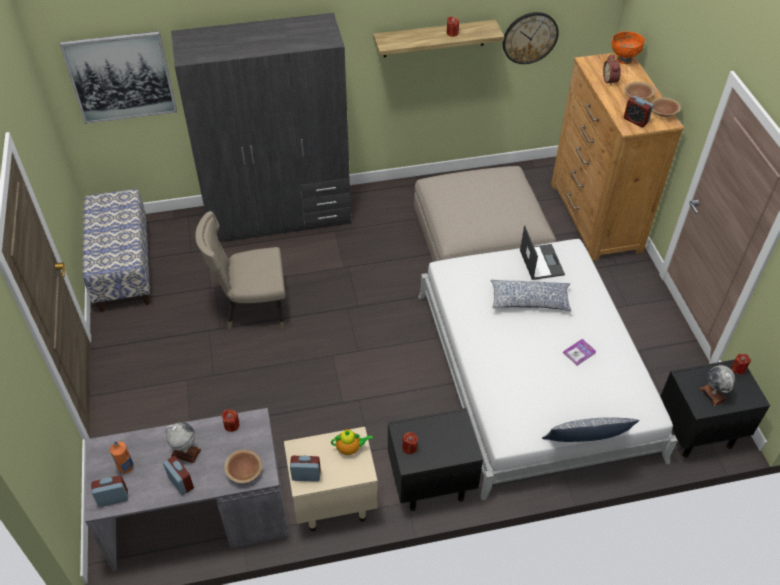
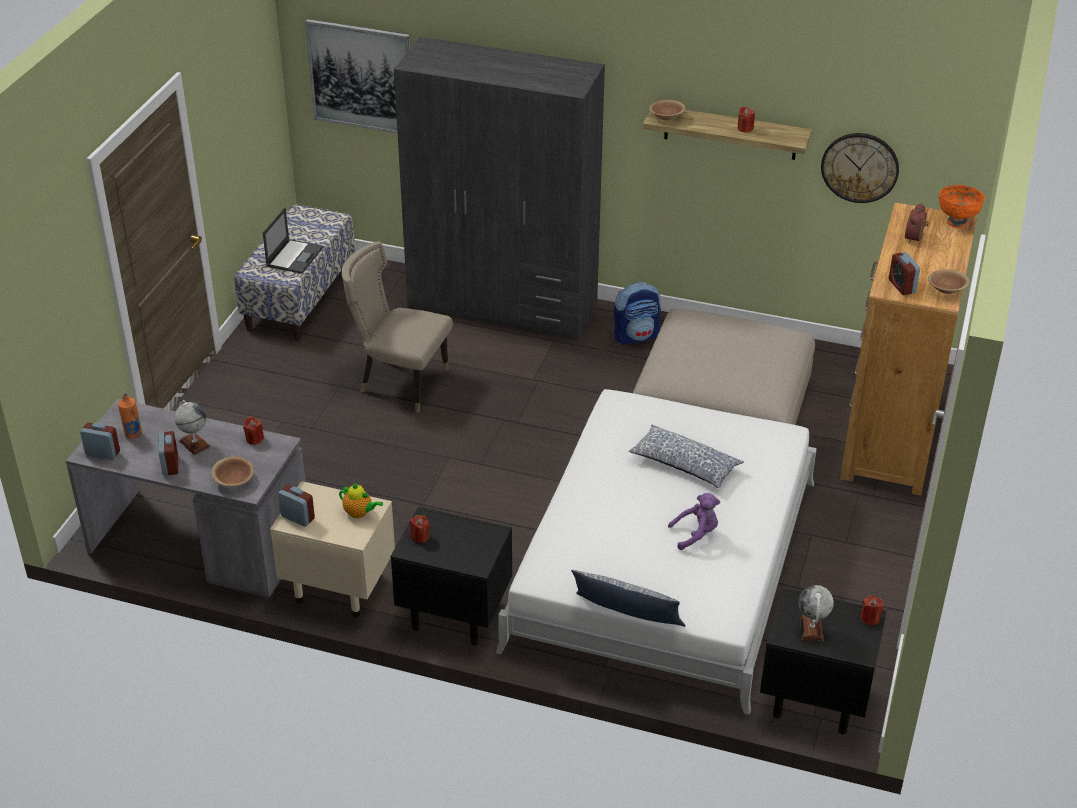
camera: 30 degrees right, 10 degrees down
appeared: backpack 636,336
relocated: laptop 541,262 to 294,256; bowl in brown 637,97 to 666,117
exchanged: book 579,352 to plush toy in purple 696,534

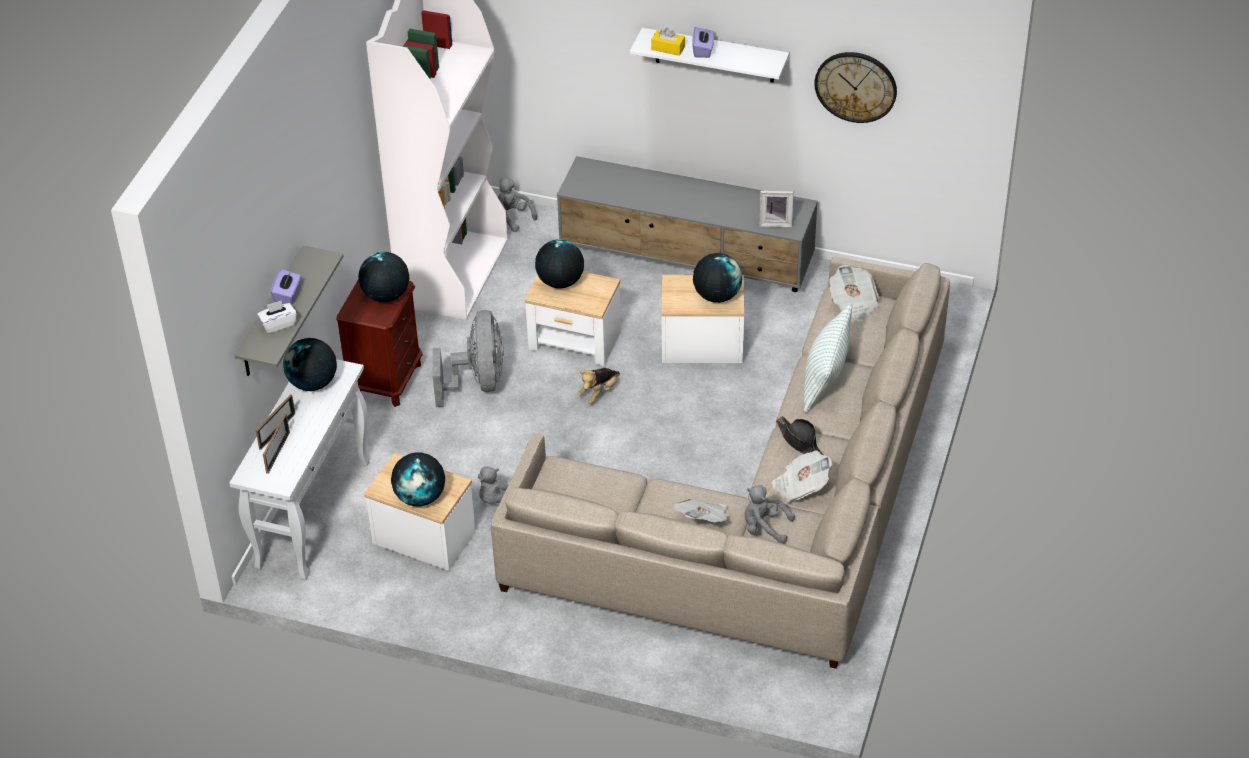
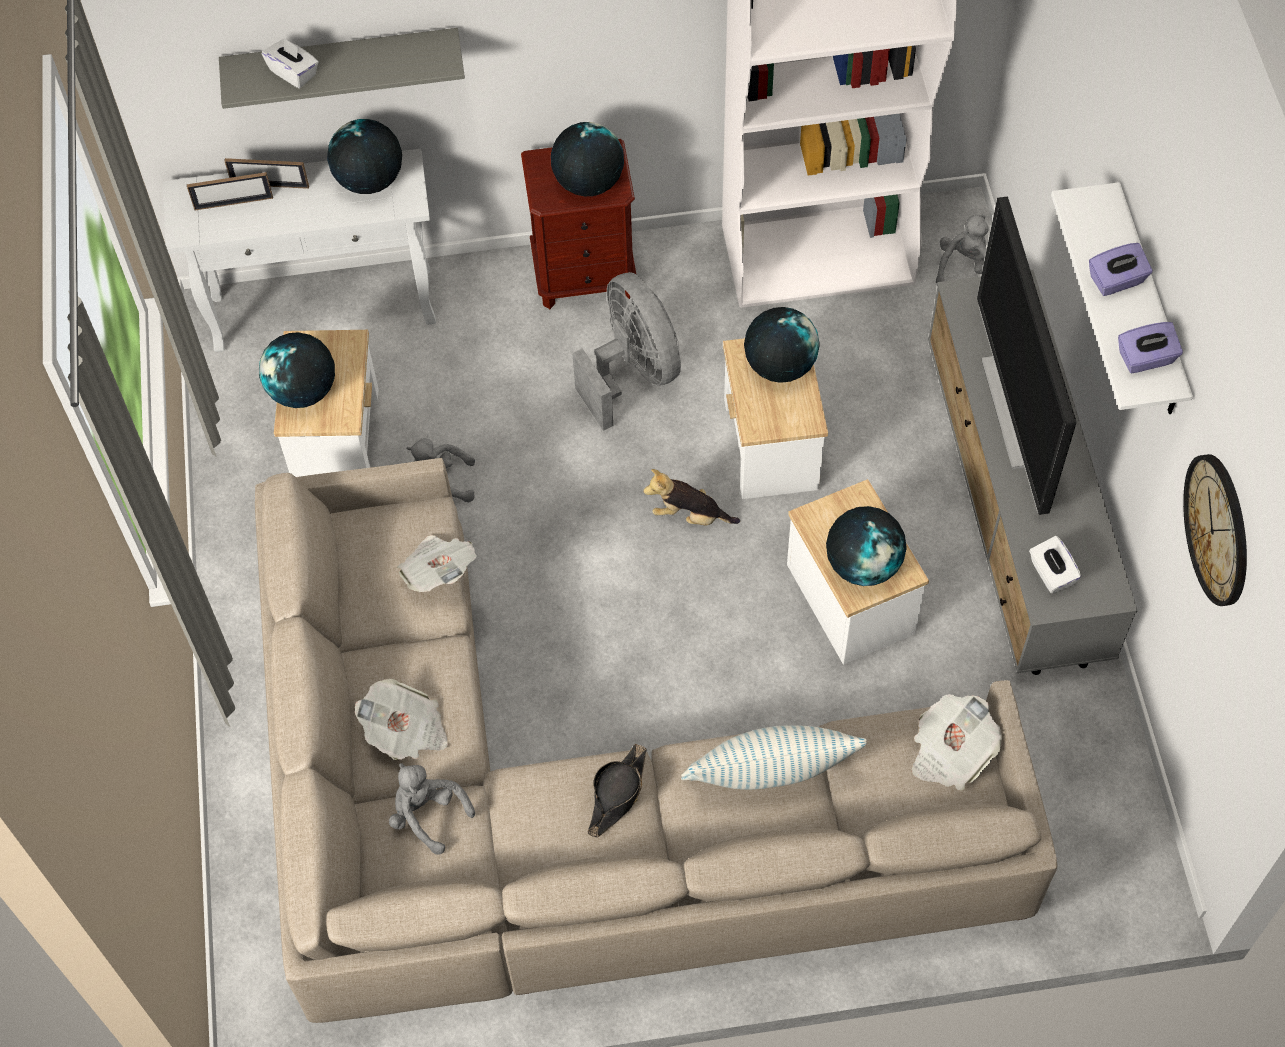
camera: 65 degrees right, 15 degrees up
missing: tissue box in yellow 668,48
appeared: television 1017,410
relocated: tissue box in purple 288,295 to 1146,359; newspaper 800,486 to 438,572
exchanged: picture frame 775,222 to tissue box in white 1051,574
spun: fan in grey 478,383 = 632,373 90 degrees counterclockwise; plush toy in grey 764,527 = 427,815 45 degrees counterclockwise

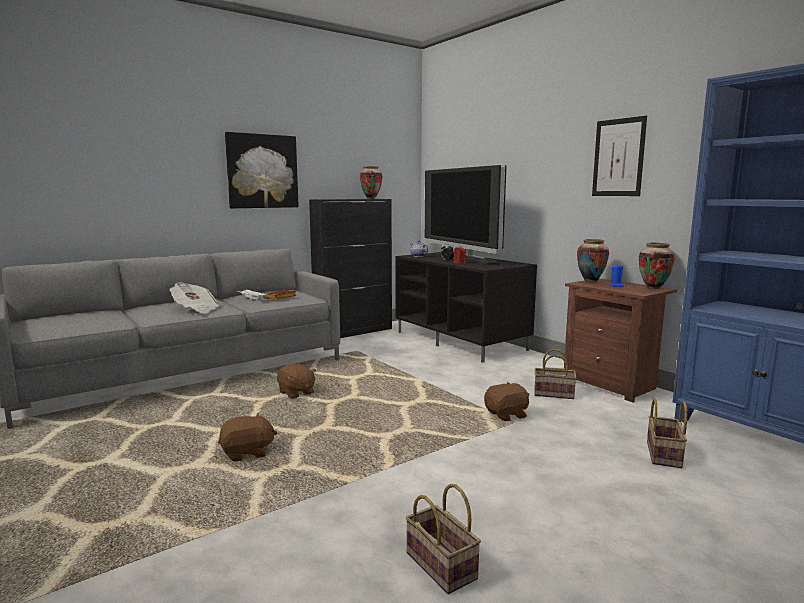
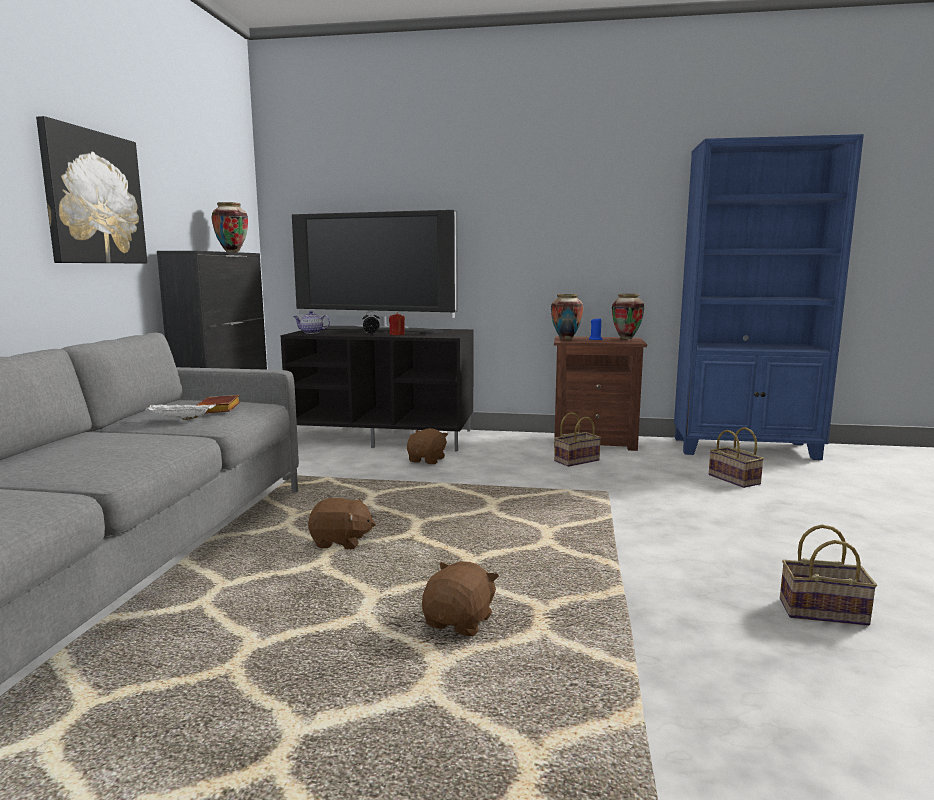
camera: 45 degrees left, 0 degrees up
missing: newspaper 195,310; picture 618,157
relocated: plush toy in brown 507,415 to 427,460

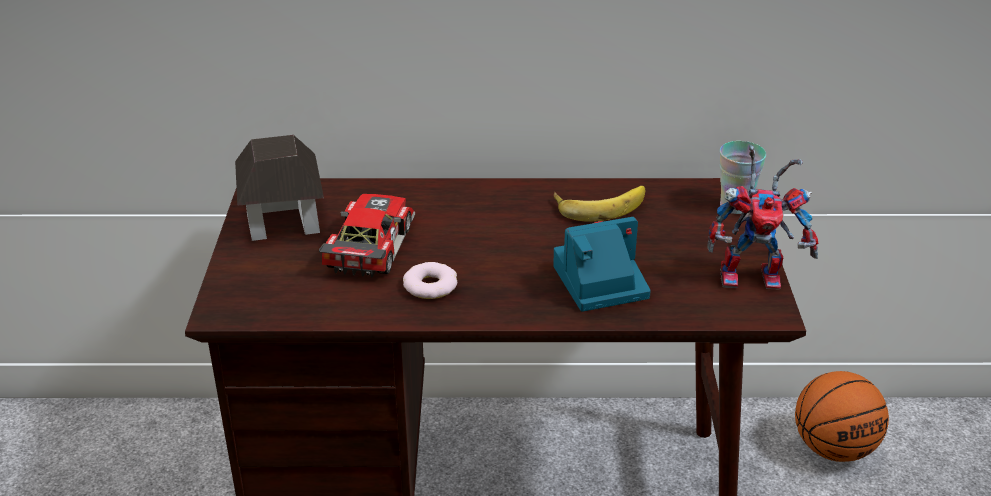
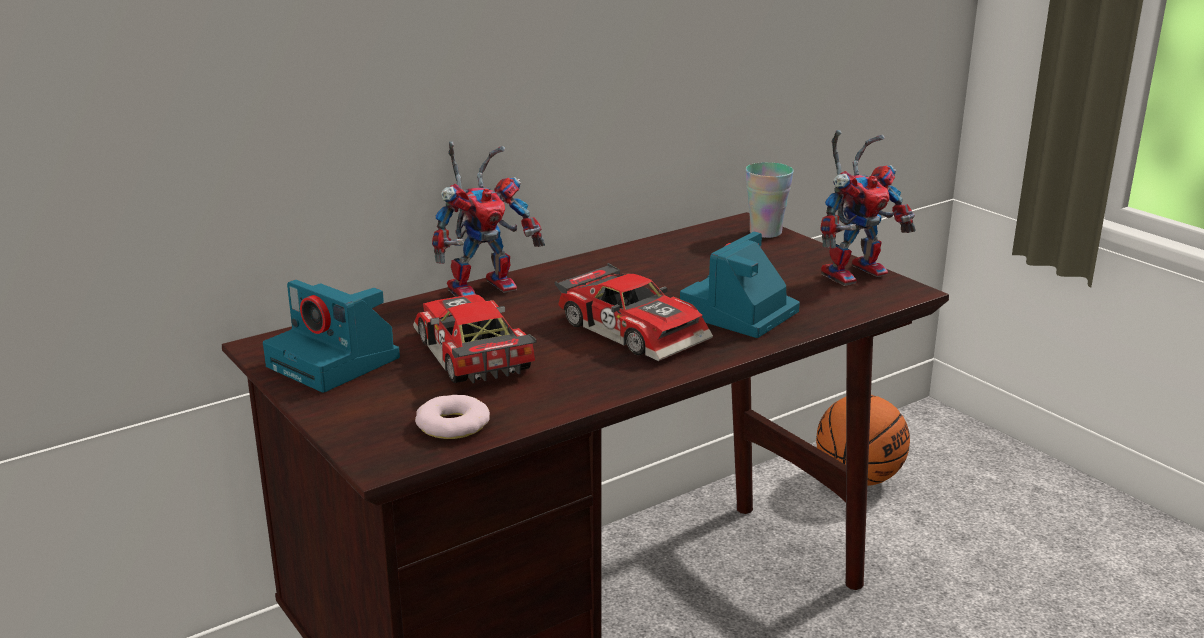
camera: 35 degrees left, 10 degrees down
missing: banana 599,204
appeared: toy robot 485,286; toy car 635,329
relocated: donut 430,286 to 452,424
exchanged: toy house 283,220 to photo camera 336,362

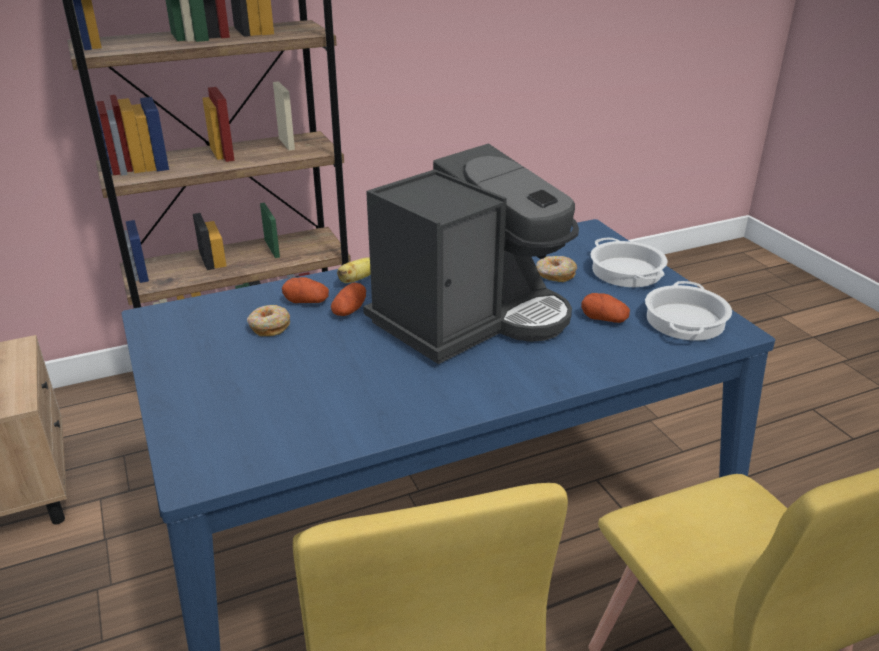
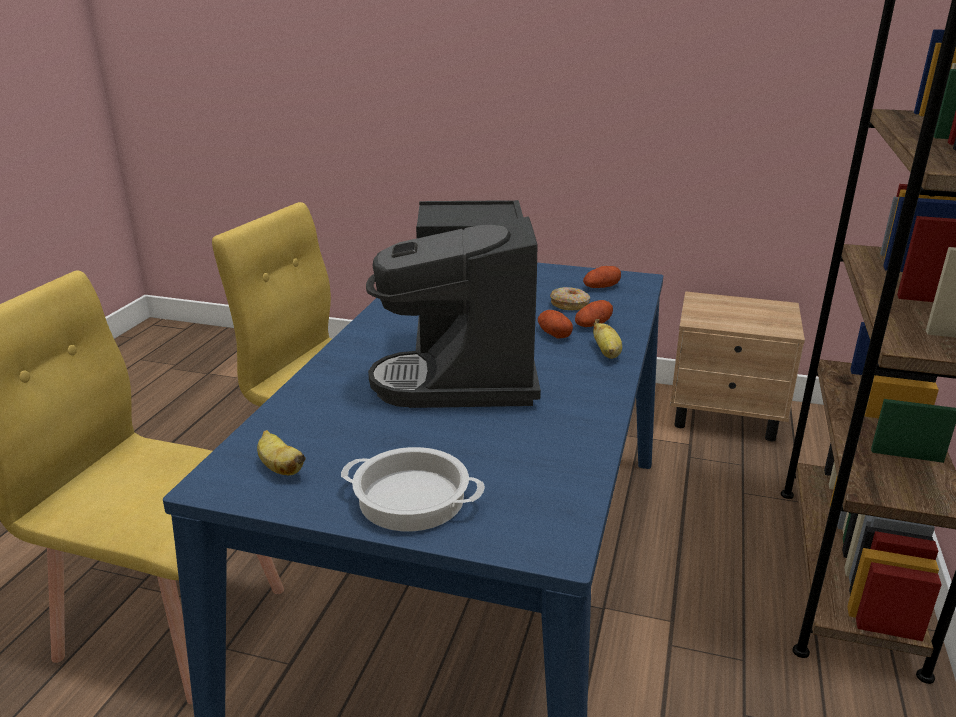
camera: 130 degrees right, 5 degrees down
missing: donut 555,275
relocated: potato 604,319 to 601,287
exchanged: cooking pot 684,320 to banana 280,468

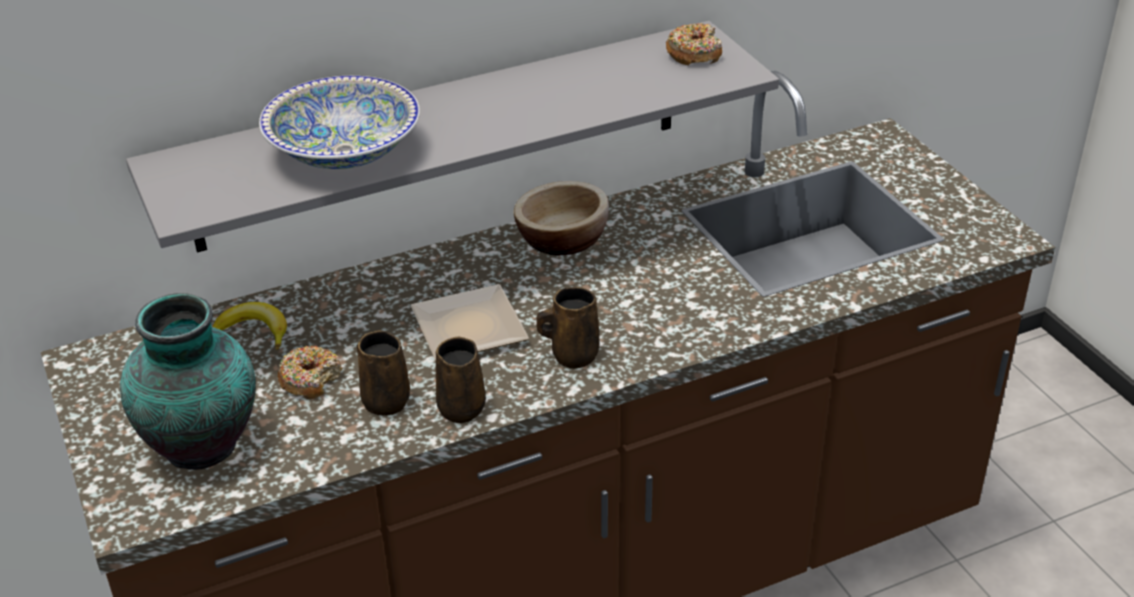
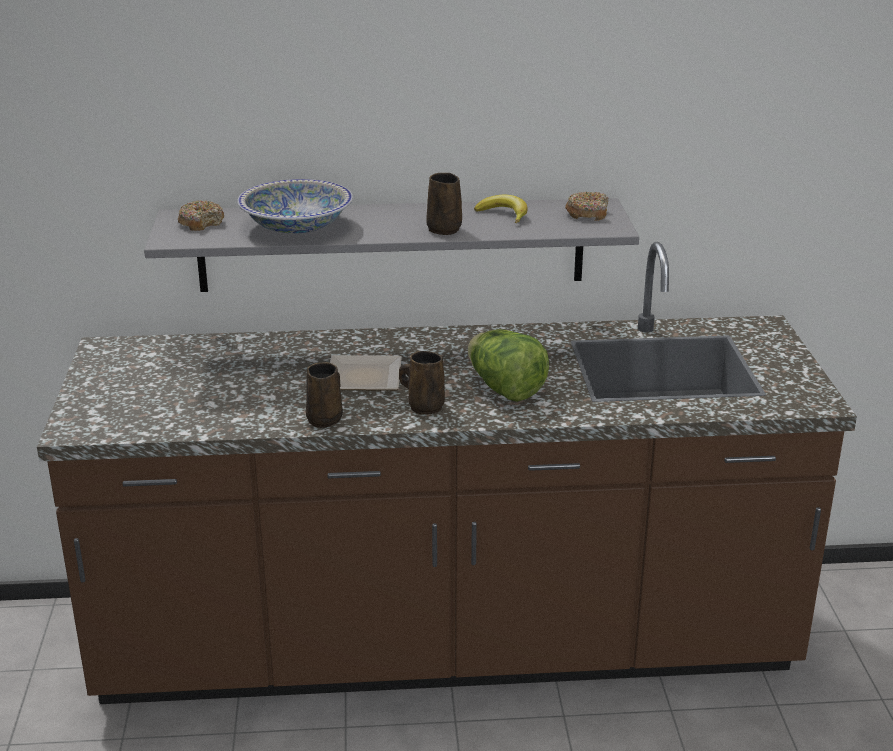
camera: 20 degrees right, 10 degrees down
missing: vase 205,445; bowl 562,240
appeared: lettuce 504,389
relocated: banana 255,331 to 504,214; donut 310,379 to 201,223; mug in brown 384,400 to 443,228

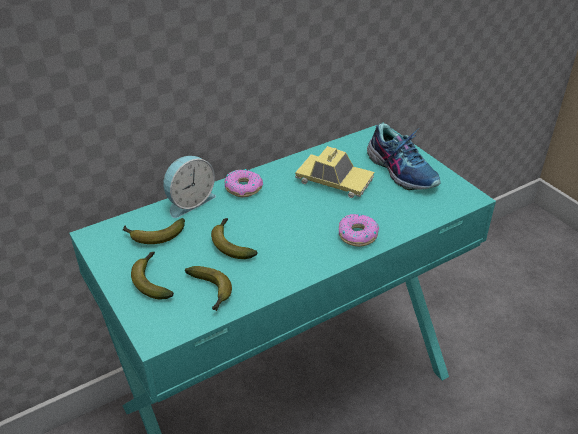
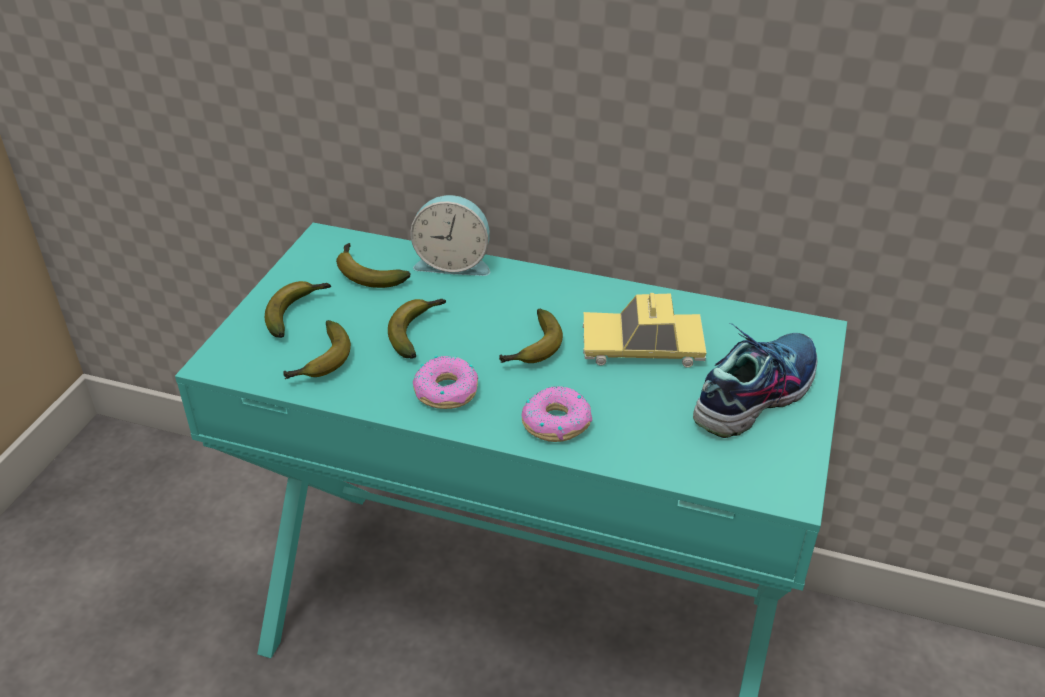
camera: 50 degrees right, 0 degrees up
appeared: banana 533,349
relocated: donut 243,188 to 447,391
spun: toy car 334,181 = 642,346 105 degrees clockwise; shoe 402,170 = 754,394 150 degrees counterclockwise

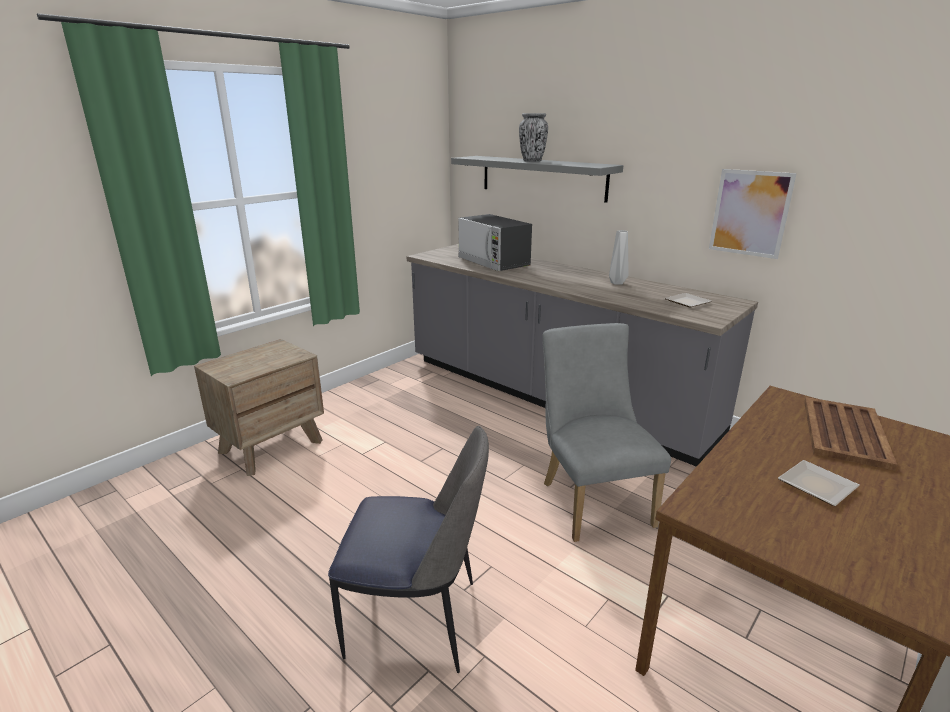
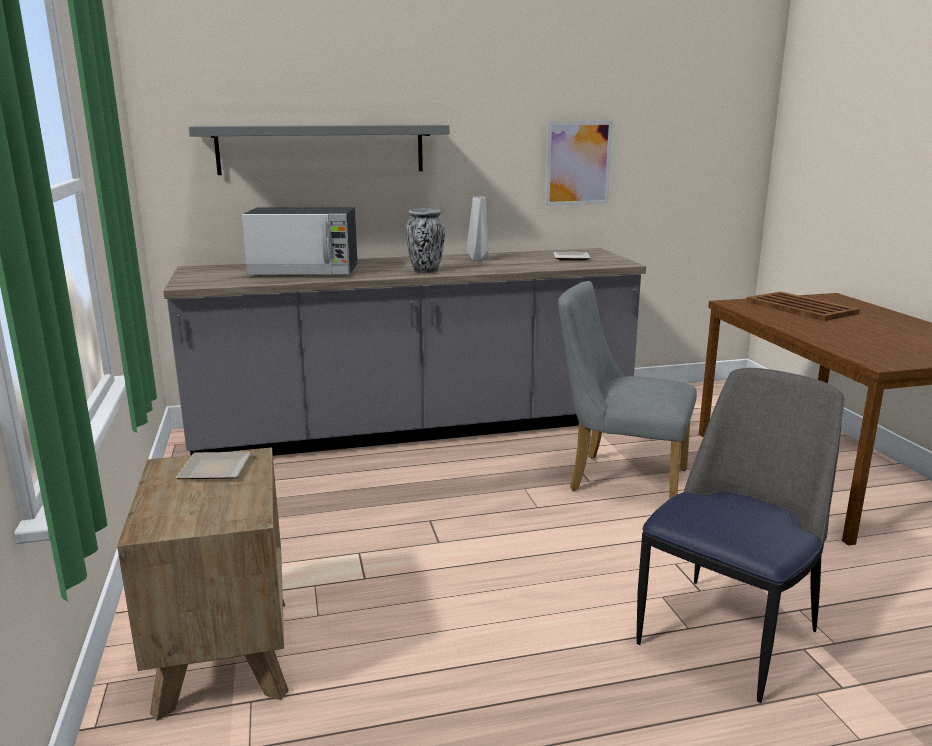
camera: 55 degrees left, 5 degrees down
relocated: vase 532,161 to 425,271; plate 815,484 to 213,469

